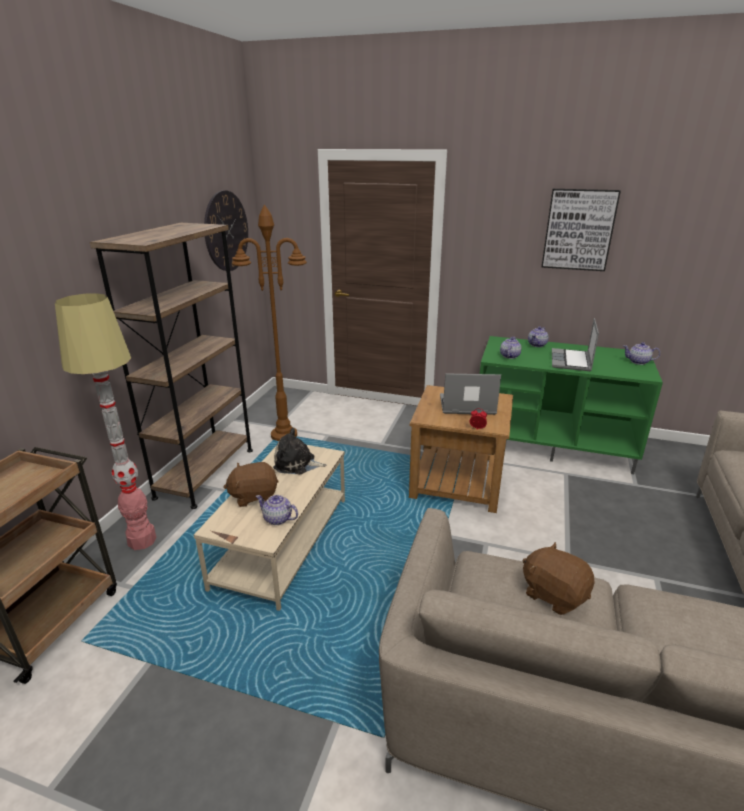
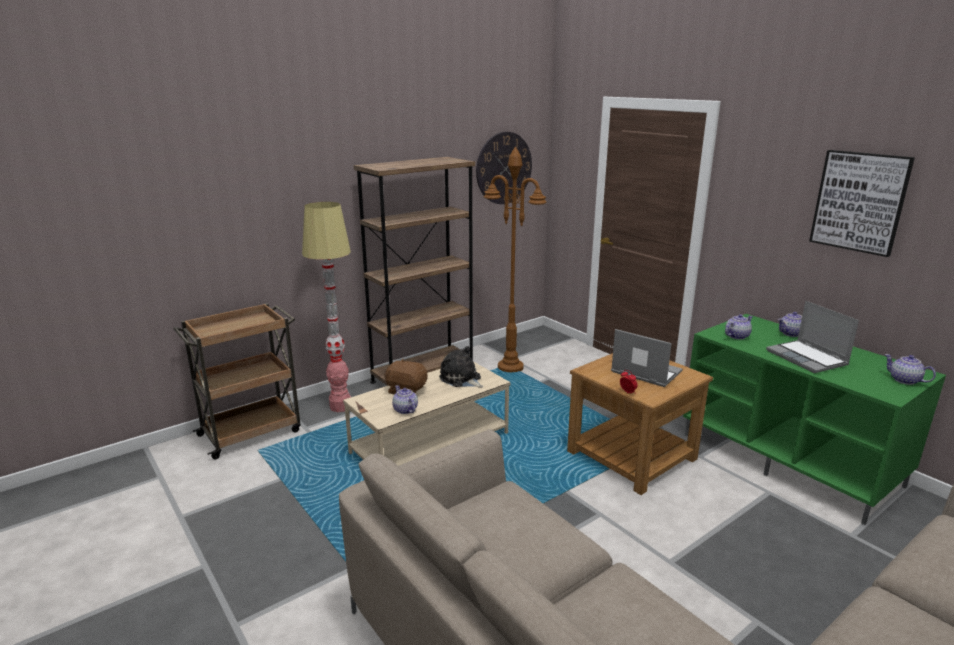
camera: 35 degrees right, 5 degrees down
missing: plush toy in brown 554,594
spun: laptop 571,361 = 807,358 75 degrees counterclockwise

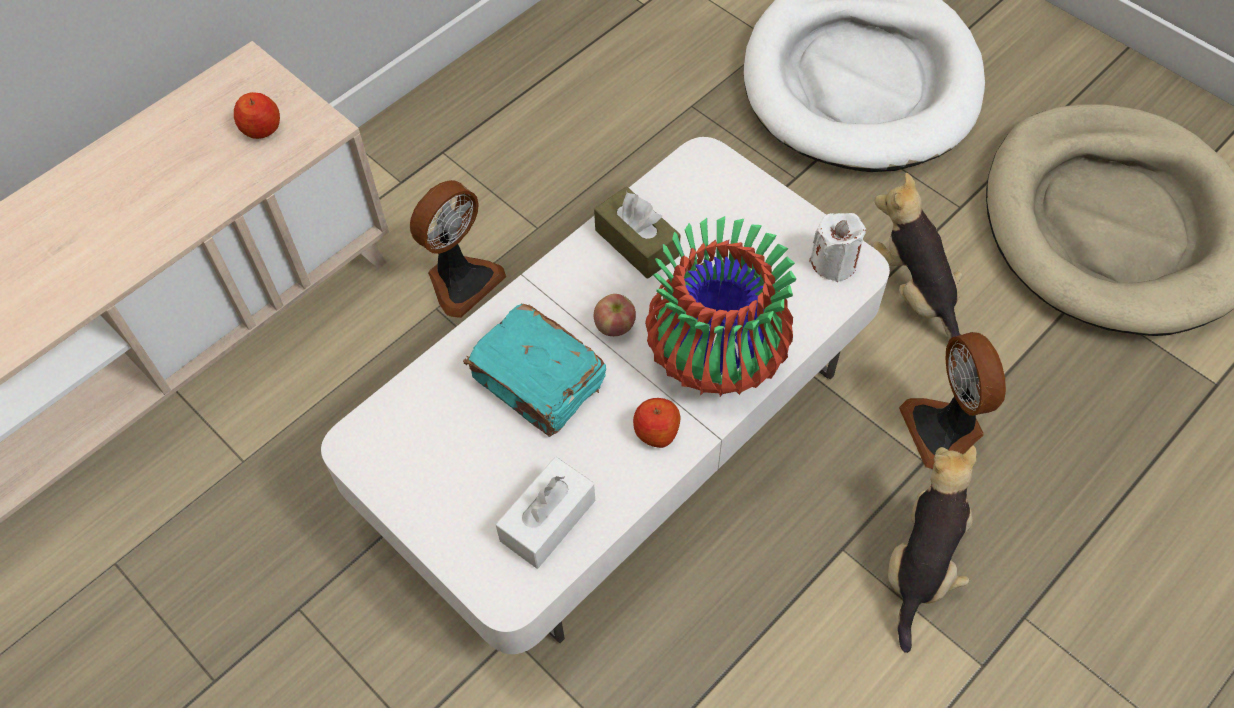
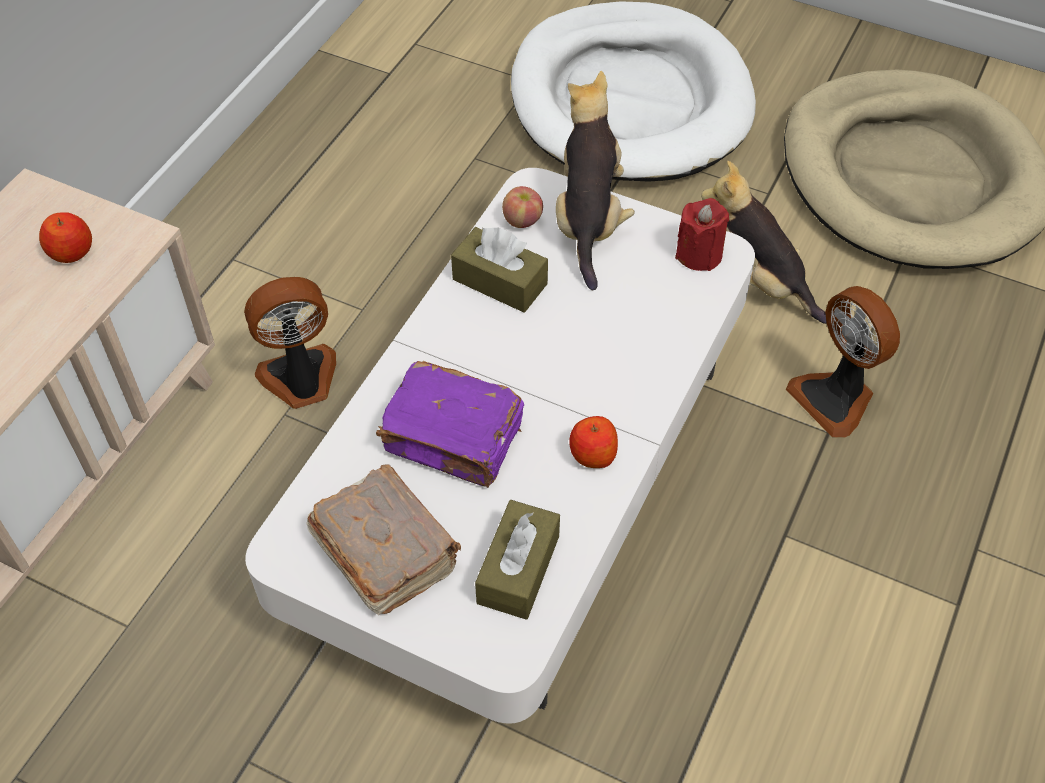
camera: 20 degrees left, 5 degrees down
missing: vase 716,352
appeared: book in brown 385,550
relocated: apple 615,326 to 522,220; plush toy 922,564 to 588,220
colour: book in turquoise 538,382 to book in purple 454,439; tissue box in white 548,520 to tissue box in brown 518,569; candle in white 834,263 to candle in red 699,254
spun: fan 461,280 = 301,380 135 degrees counterclockwise

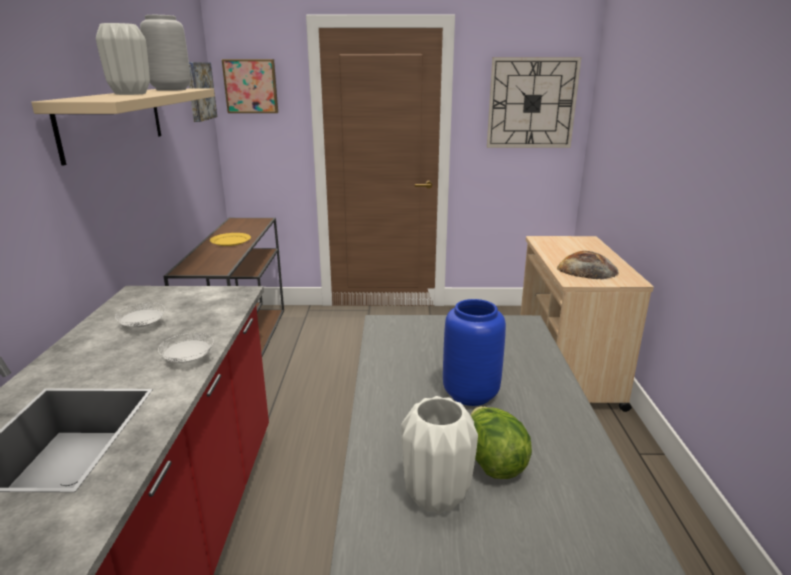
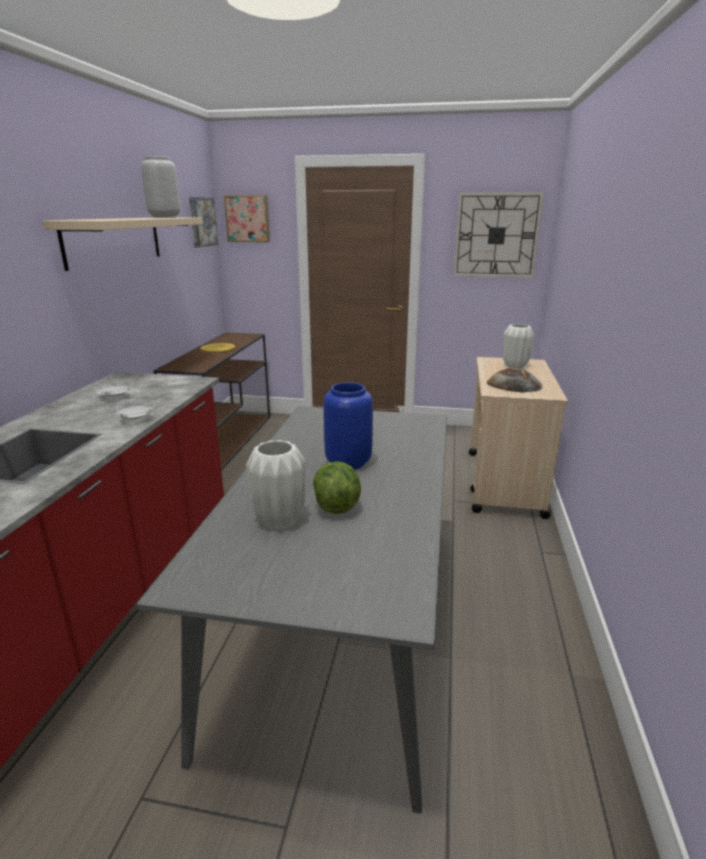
camera: 10 degrees right, 0 degrees up
relocated: vase in white 130,94 to 514,366

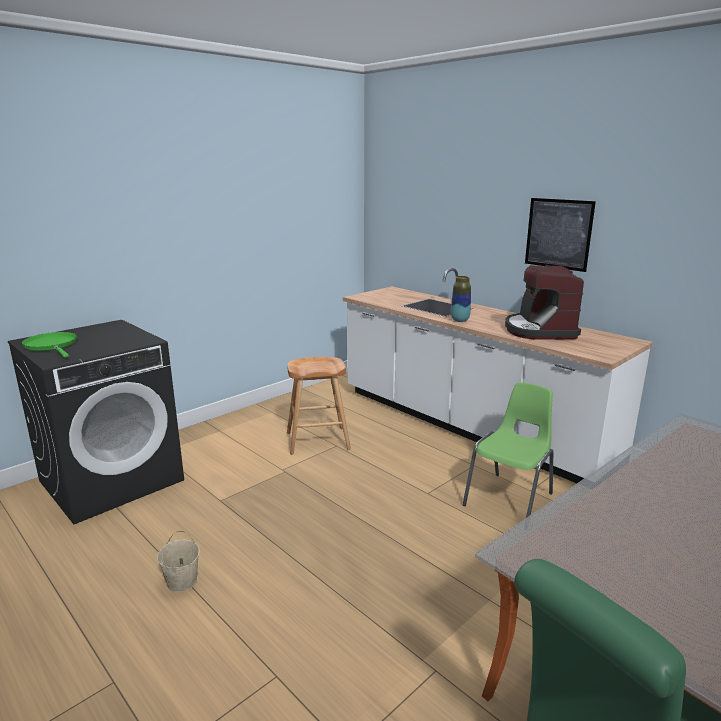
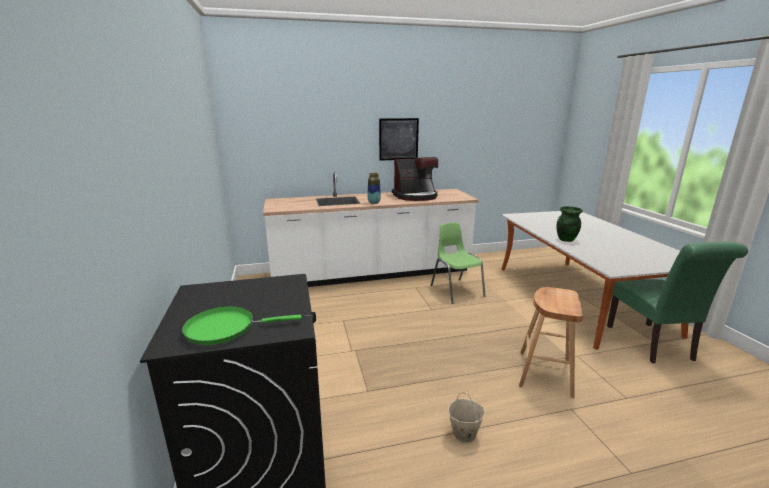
camera: 60 degrees left, 0 degrees up
appeared: vase in green 566,239
relocated: stool in brown 317,441 to 545,373
spun: coffee machine 539,330 = 415,196 45 degrees counterclockwise

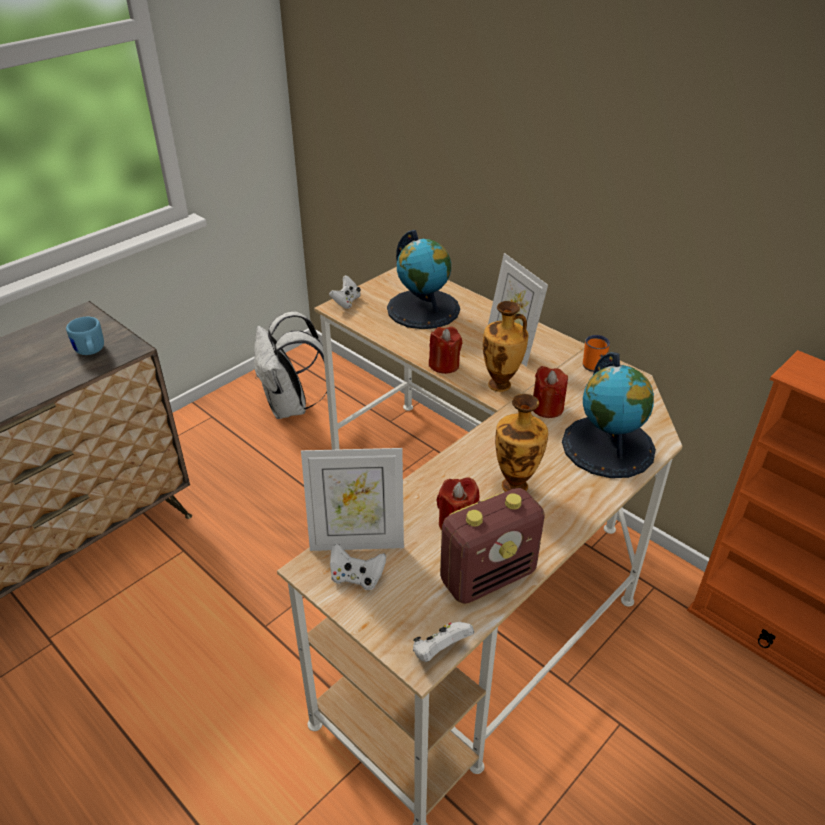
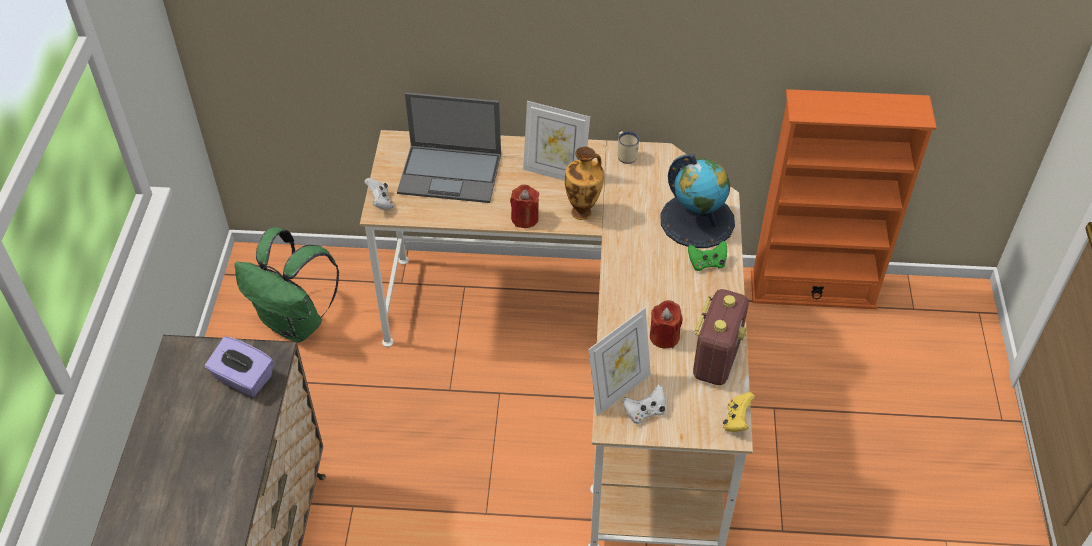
camera: 40 degrees left, 10 degrees up
missing: vase 515,485; candle in red 547,408
appeared: game controller in green 707,263
exchanged: mug in blue 90,352 to tissue box in purple 243,379; globe 423,309 to laptop 451,173
colour: backpack in white 291,407 to backpack in green 296,323; game controller in white 440,651 to game controller in yellow 736,420; mug in orange 594,363 to mug in beige 625,154

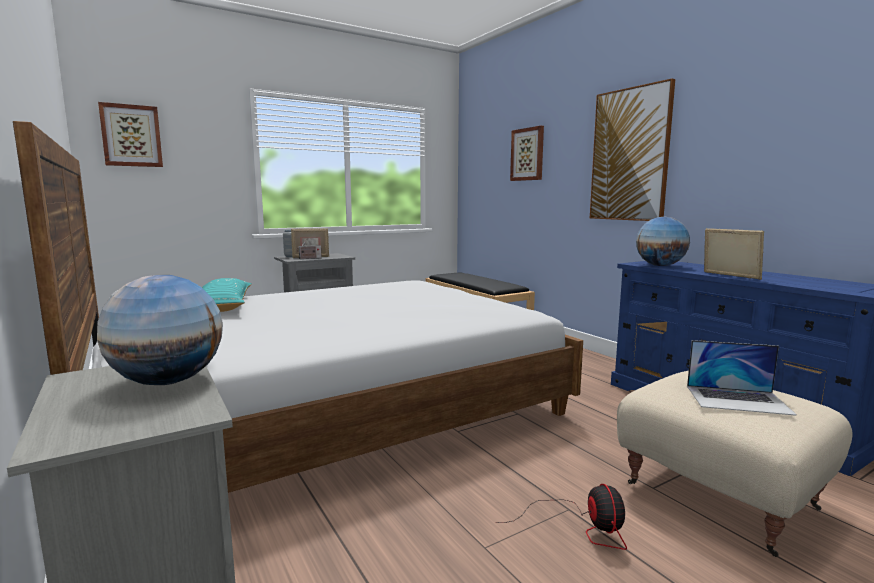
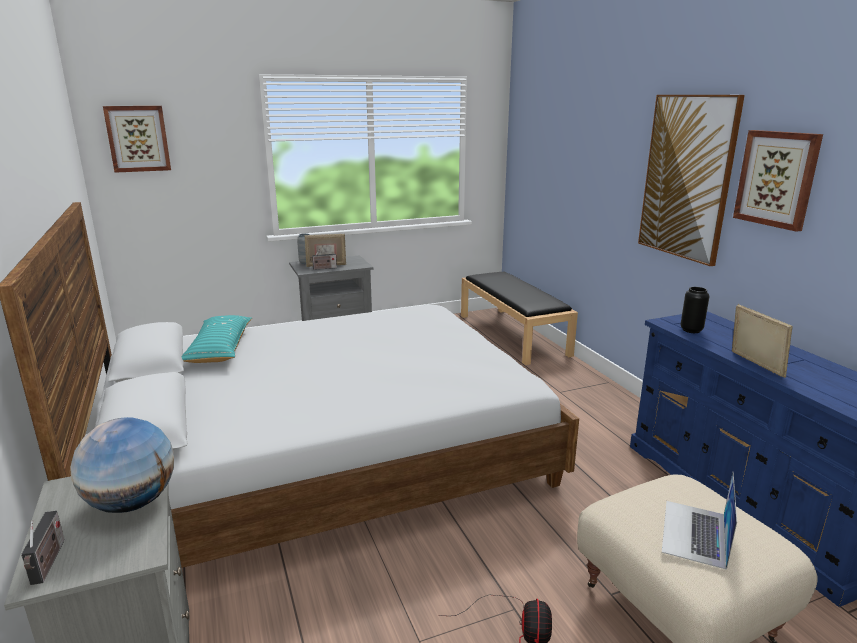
camera: 10 degrees right, 10 degrees up
appeared: radio 48,563
relocated: picture 527,154 to 777,179
exchanged: globe 660,266 to vase in black 691,330
spun: laptop 738,400 = 694,533 90 degrees clockwise

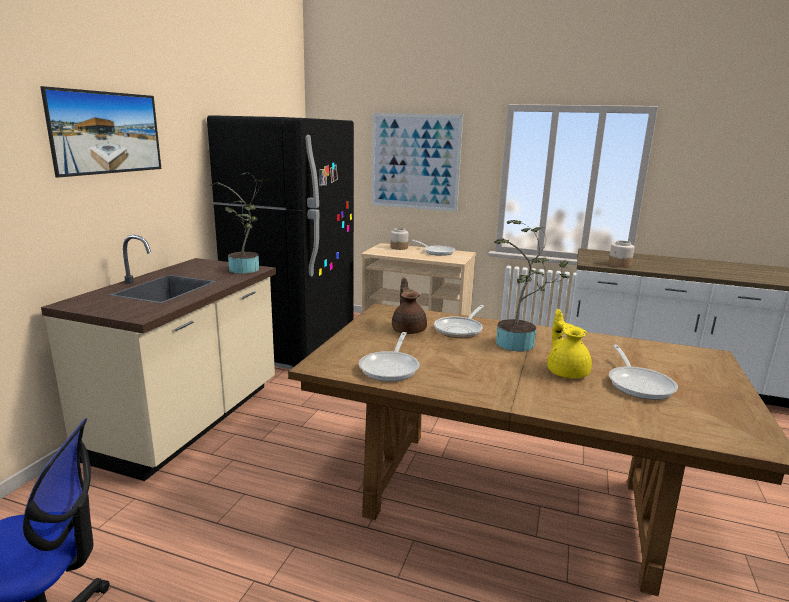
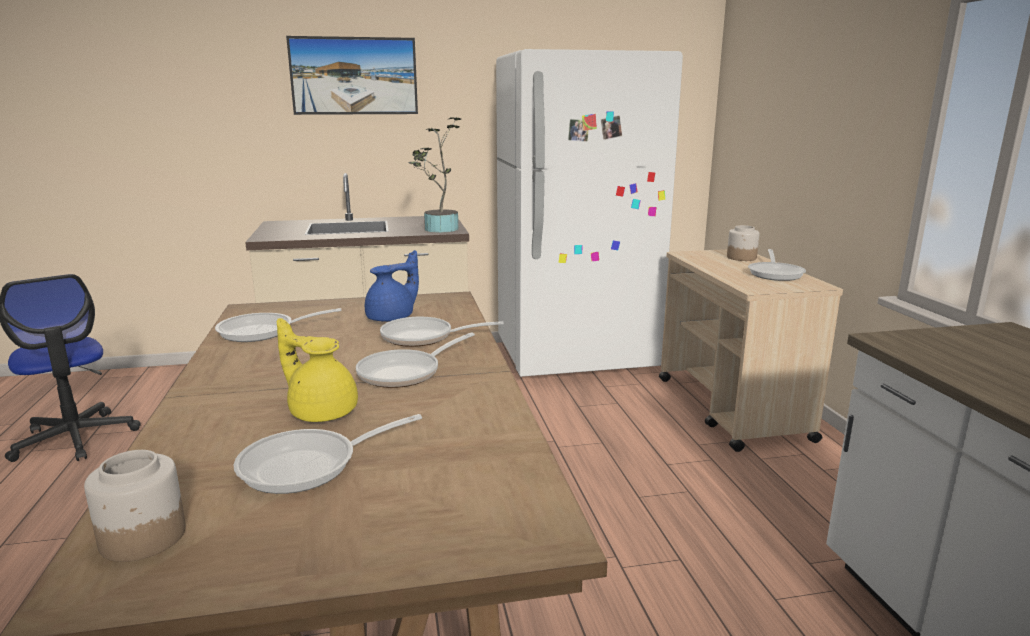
camera: 60 degrees right, 0 degrees up
missing: picture 415,162
relocated: jar 619,265 to 142,537
exchanged: potted plant 519,344 to frying pan 405,373
colour: fridge in black 293,346 to fridge in white 575,357; teapot in brown 408,329 to teapot in blue 392,318
spun: teapot in yellow 566,371 = 321,411 105 degrees counterclockwise

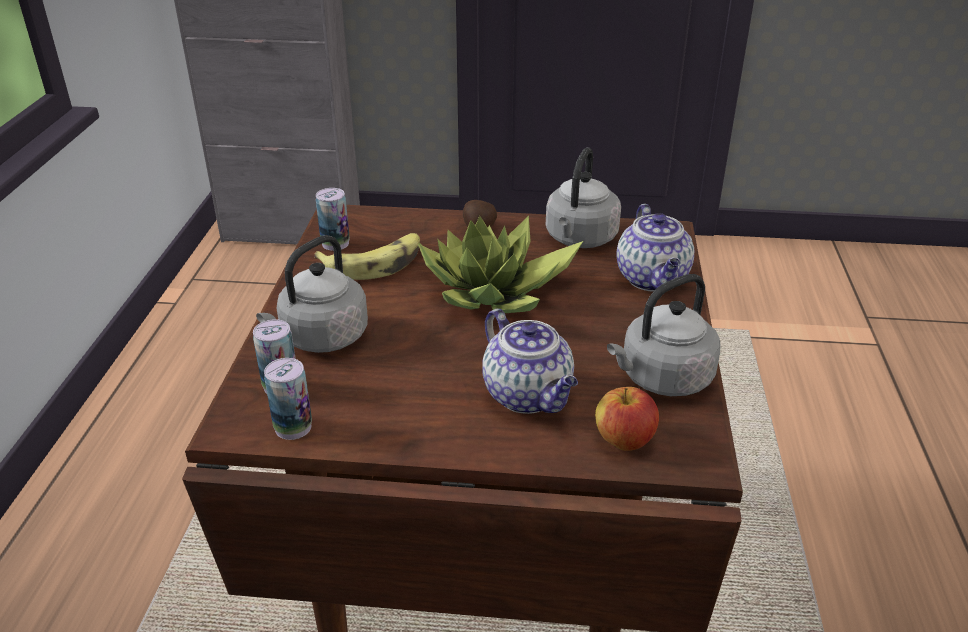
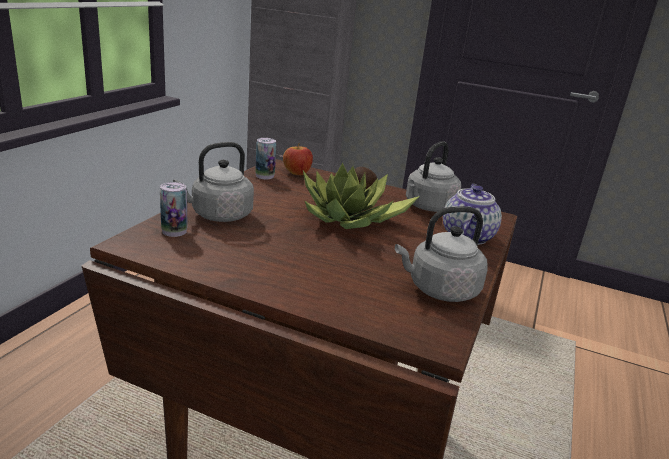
camera: 15 degrees right, 10 degrees down
missing: can 293,427; banana 374,264; teapot 529,396
relocated: apple 624,440 to 297,173

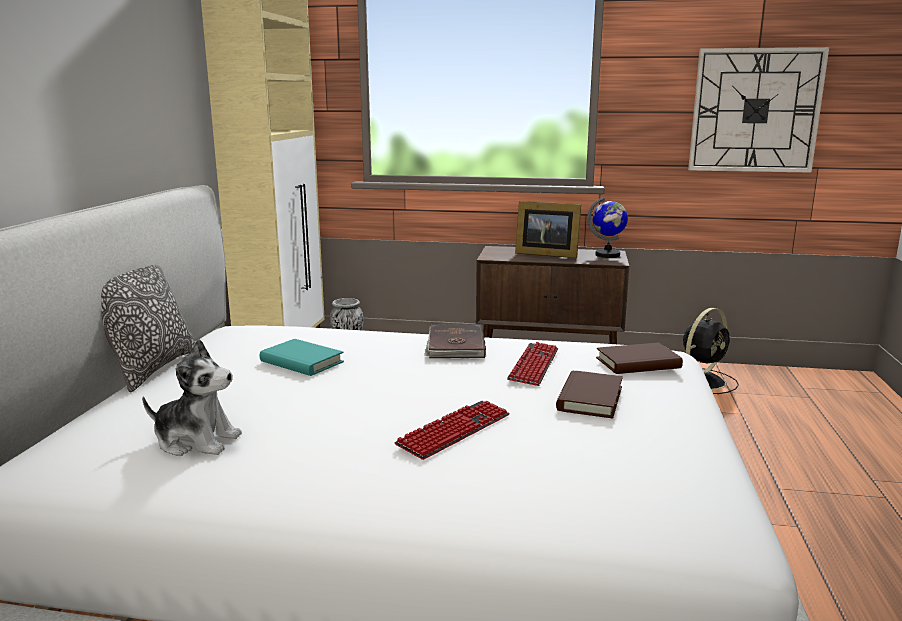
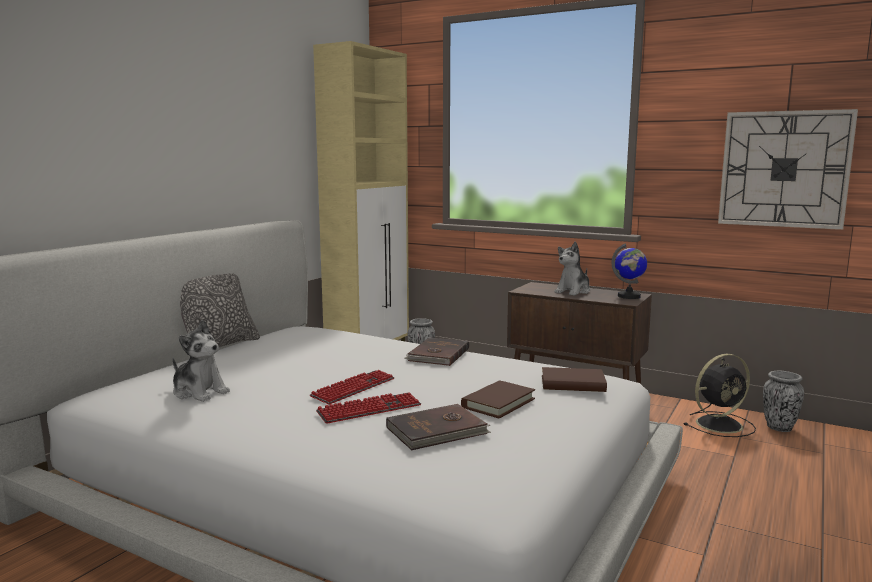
camera: 20 degrees right, 5 degrees down
missing: book in turquoise 301,362
appeared: book in brown 438,431; vase 779,428
relocated: keyboard 534,365 to 353,388
exchanged: picture frame 545,254 to plush toy 573,291

